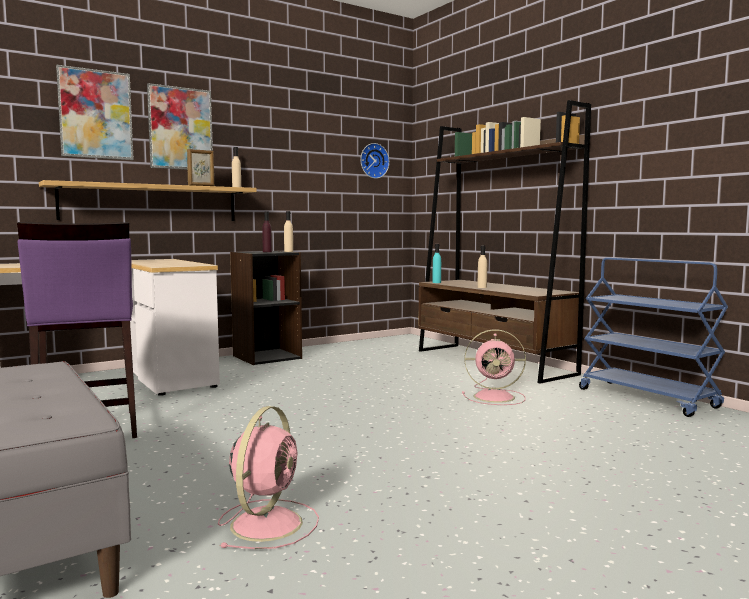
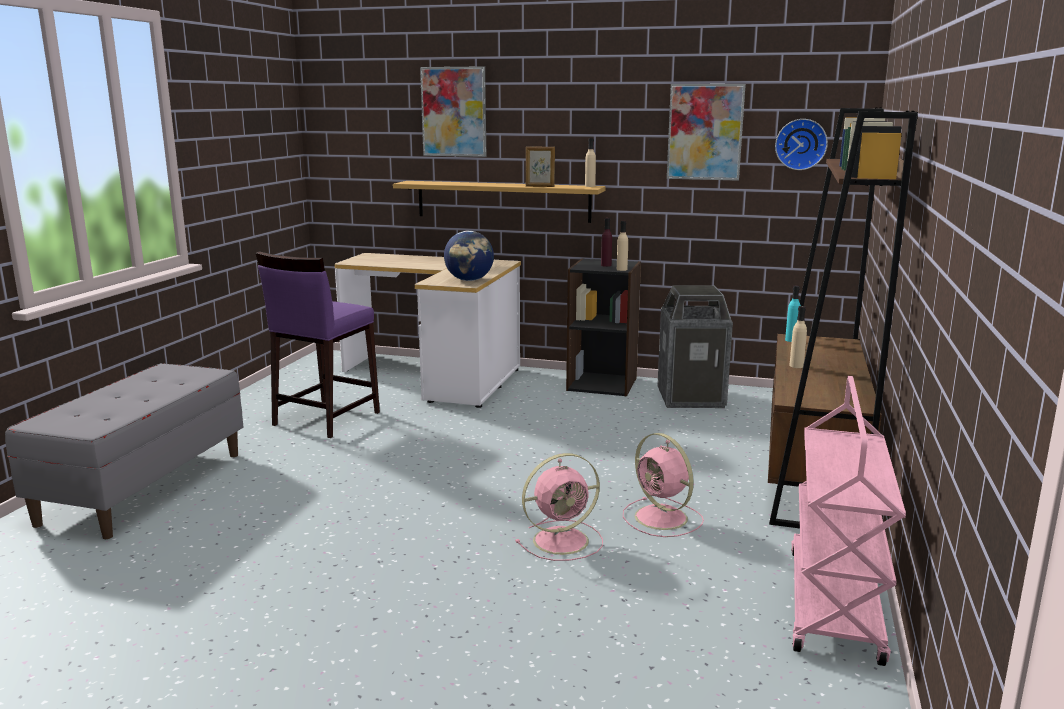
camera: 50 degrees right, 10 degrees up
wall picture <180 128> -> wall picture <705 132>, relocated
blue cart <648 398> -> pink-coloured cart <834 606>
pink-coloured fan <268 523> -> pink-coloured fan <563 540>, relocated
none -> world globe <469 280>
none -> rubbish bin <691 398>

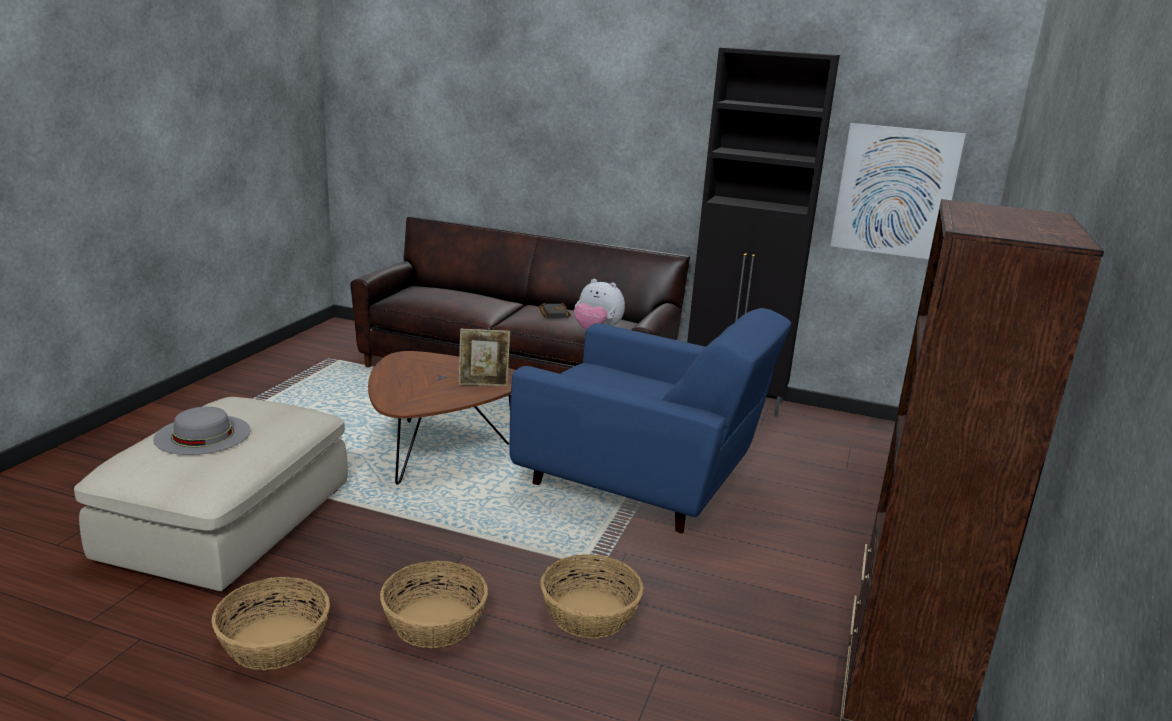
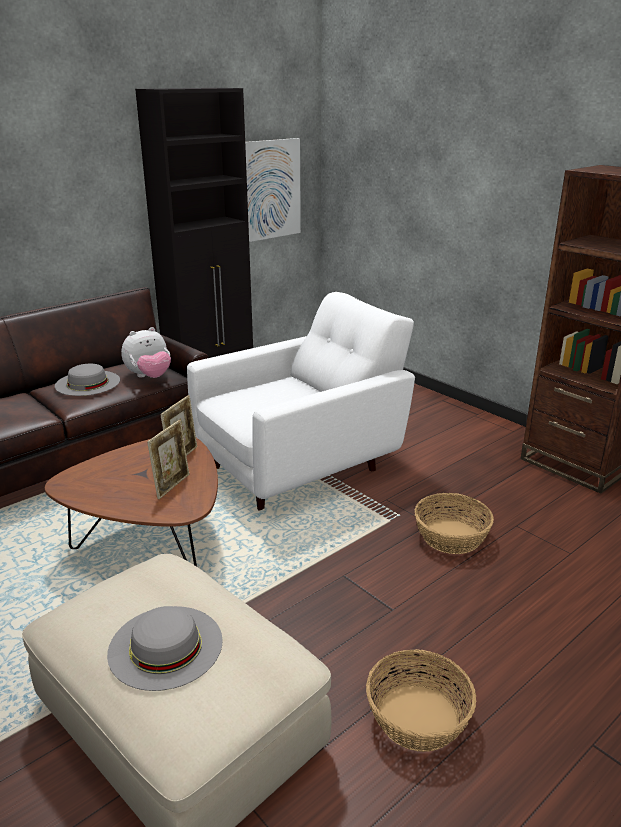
camera: 60 degrees left, 5 degrees up
blackish bound book <553 314> -> grey hat <87 383>
blue easy chair <641 487> -> white-coloured easy chair <302 465>
household basket <434 623> -> none
none -> photo frame <172 485>

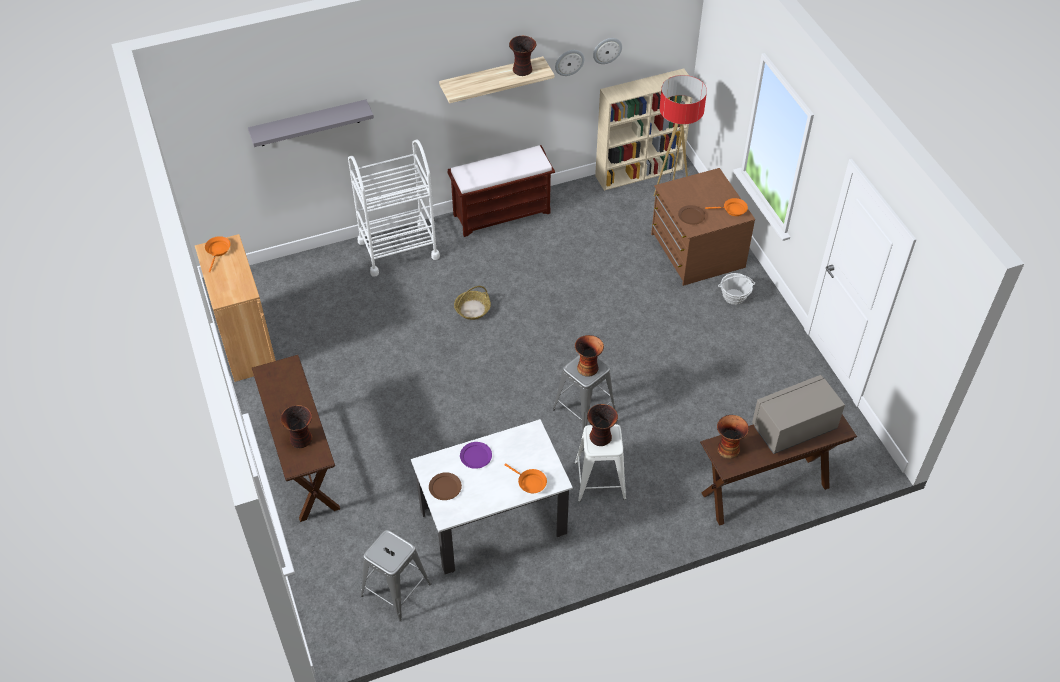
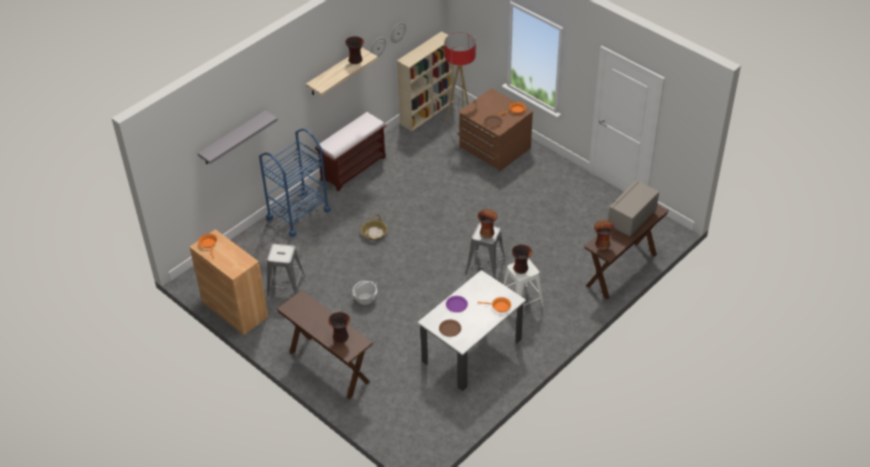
camera: 25 degrees left, 5 degrees down
white-coloured cart <398 249> -> blue cart <298 214>
household basket <734 297> -> household basket <365 299>, relocated
grey stool seat <396 590> -> grey stool seat <286 286>, relocated

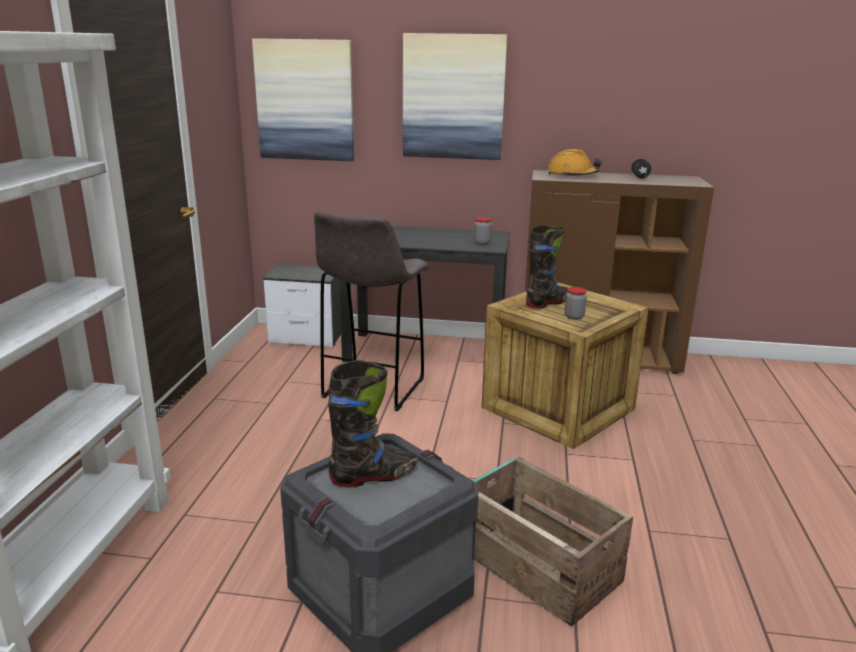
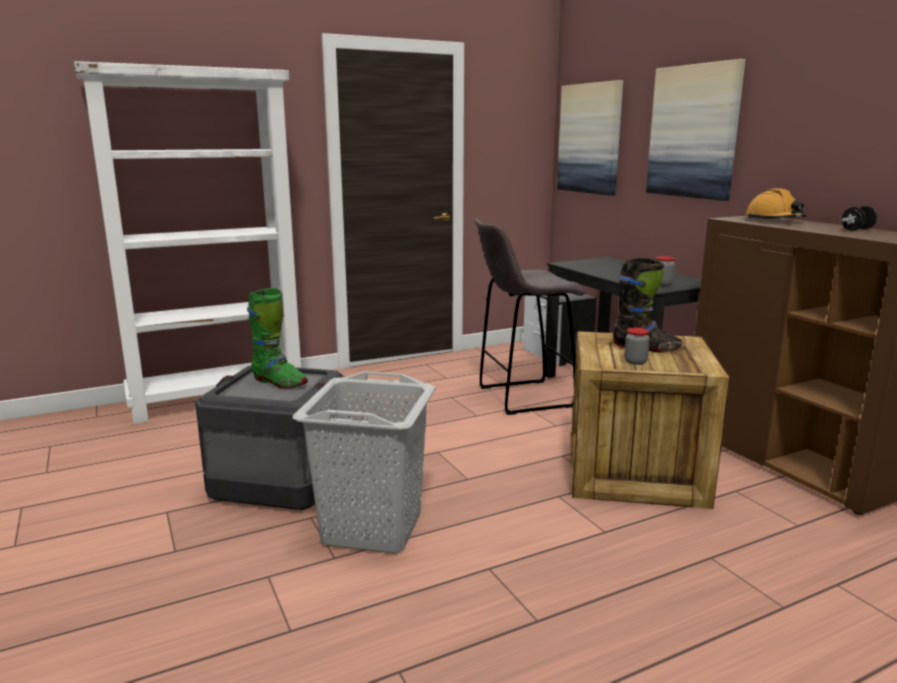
camera: 55 degrees right, 5 degrees down
blackish high-top boot <374 476> -> green-coloured high-top boot <279 382>
crate <537 564> -> grey laundry basket <373 527>

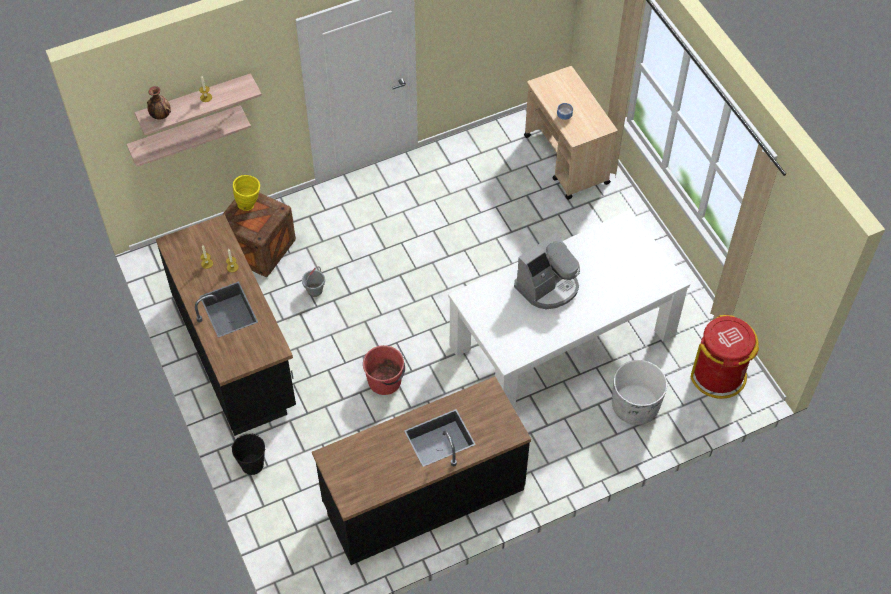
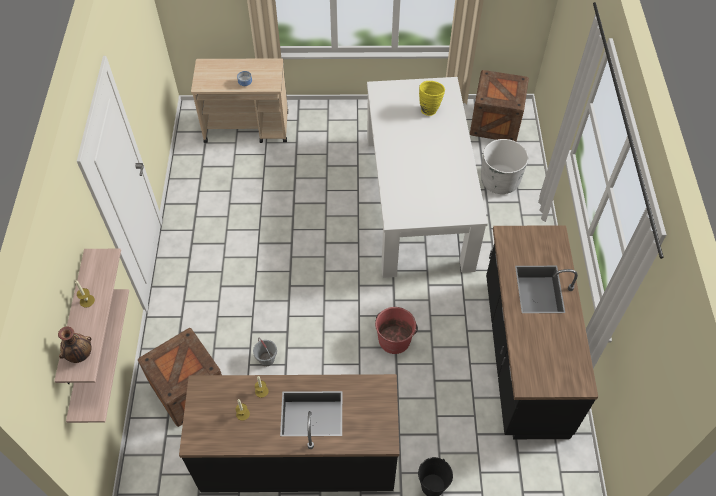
camera: 65 degrees left, 0 degrees up
yellow-coloured vase <250 204> -> yellow-coloured vase <429 109>, relocated
coffee brewer <548 287> -> none
red-coloured rubbish bin <718 375> -> crate <495 122>

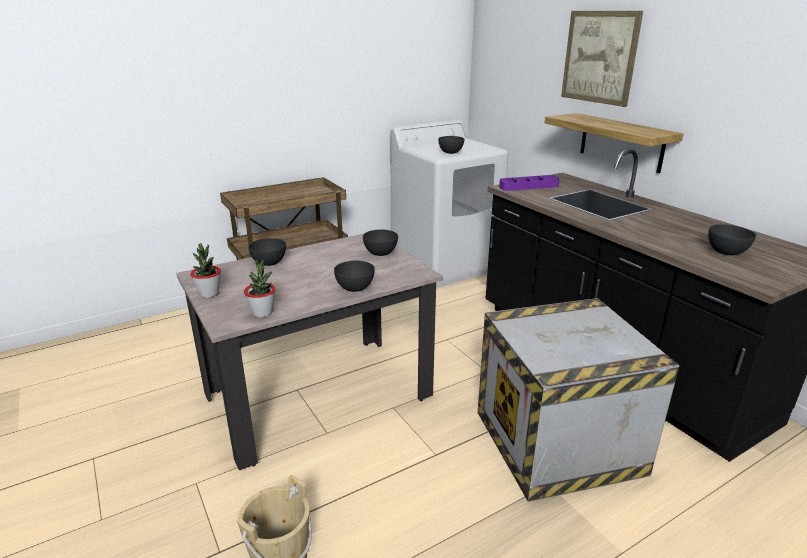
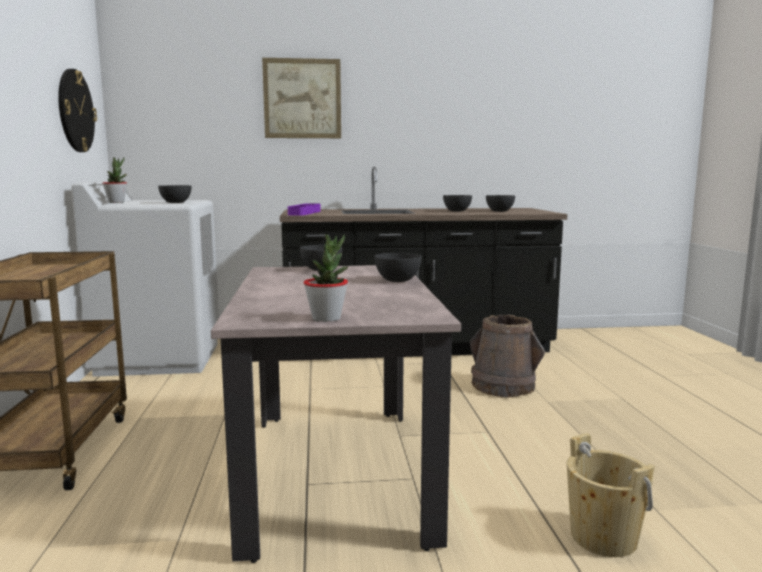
camera: 65 degrees left, 15 degrees down
shelf <621 142> -> none
grey serving bowl <268 263> -> grey serving bowl <457 211>, relocated
houseplant <262 313> -> houseplant <116 202>, relocated
crate <558 443> -> brown bucket <503 386>
none -> wall clock <75 111>

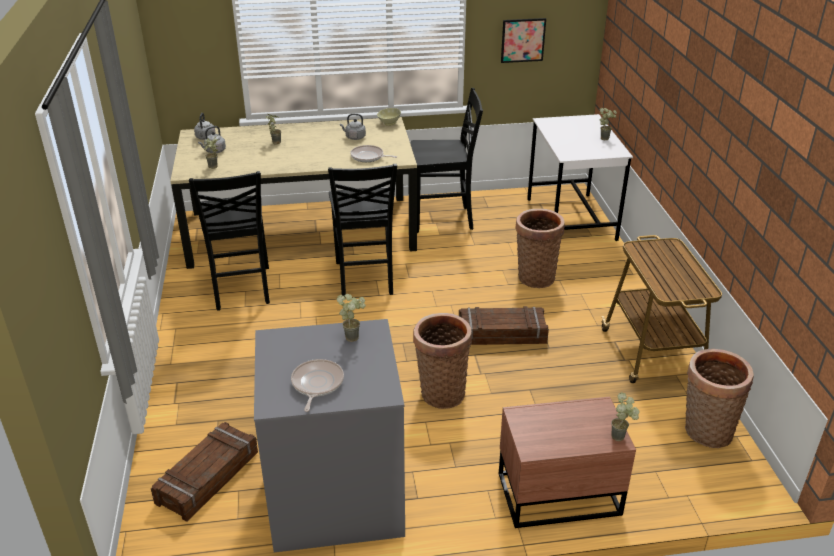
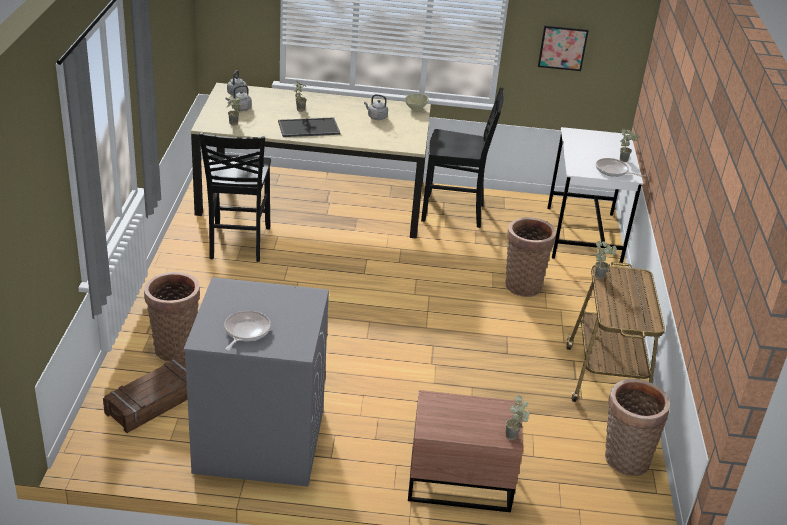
camera: 10 degrees right, 0 degrees up
skillet <368 157> -> skillet <613 171>, relocated
blackish chair <365 279> -> none
houseplant <354 336> -> houseplant <601 275>, relocated
crate <502 334> -> none
household basket <441 391> -> household basket <175 346>, relocated
none -> tray <308 128>

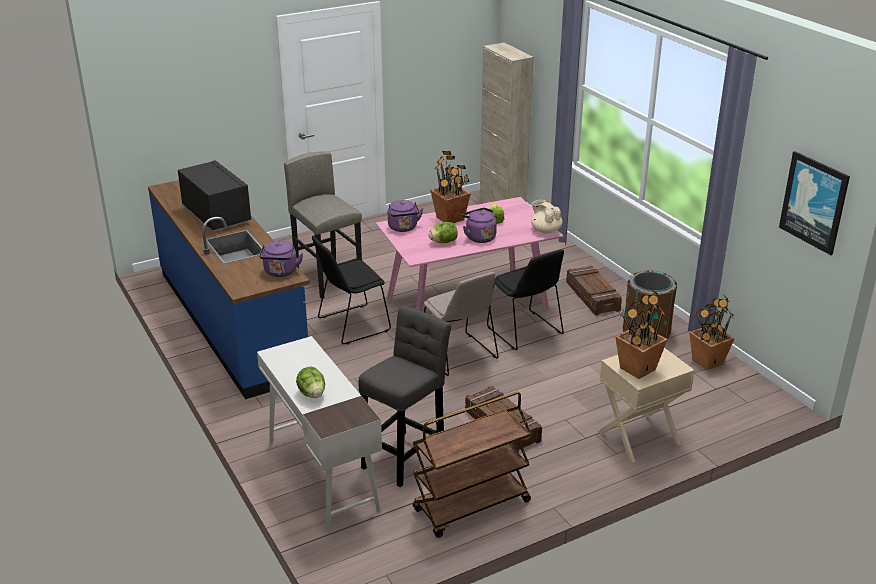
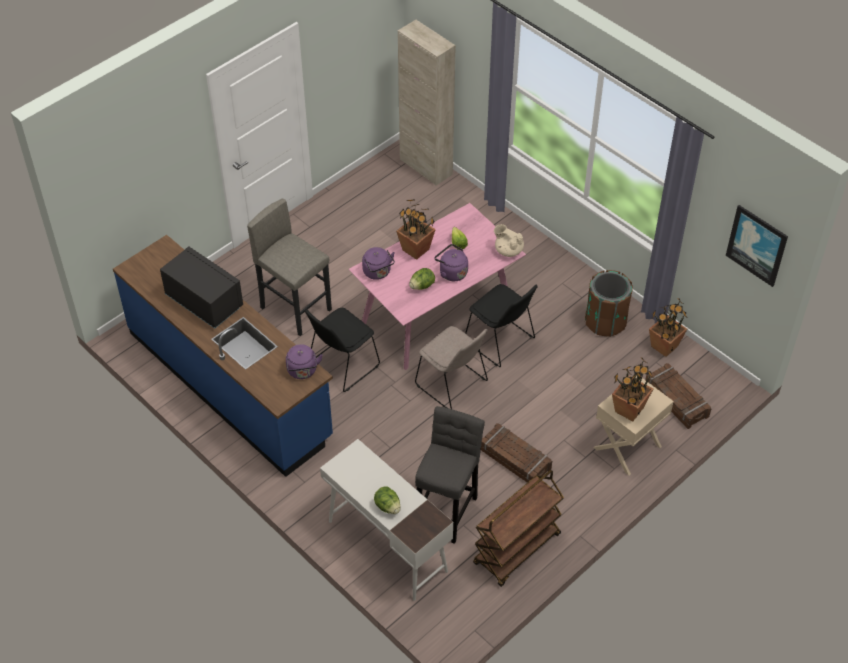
camera: 15 degrees left, 20 degrees up
crate <593 296> -> crate <676 400>, relocated

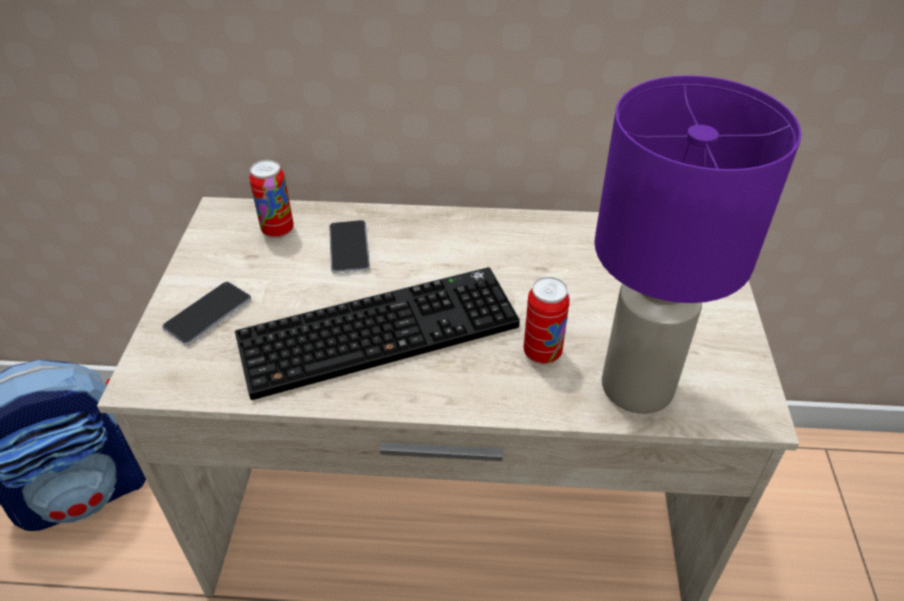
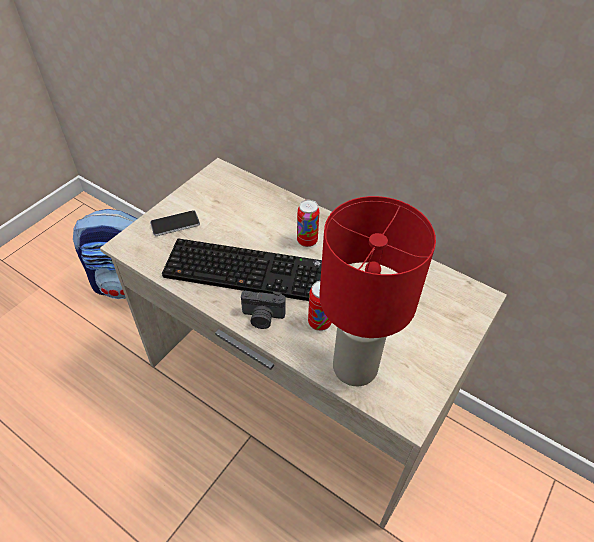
camera: 30 degrees right, 5 degrees up
purplish table lamp <635 385> -> red-coloured table lamp <354 366>
sealed can <278 230> -> sealed can <307 241>, relocated
telephone <349 248> -> none
none -> photo camera <262 318>

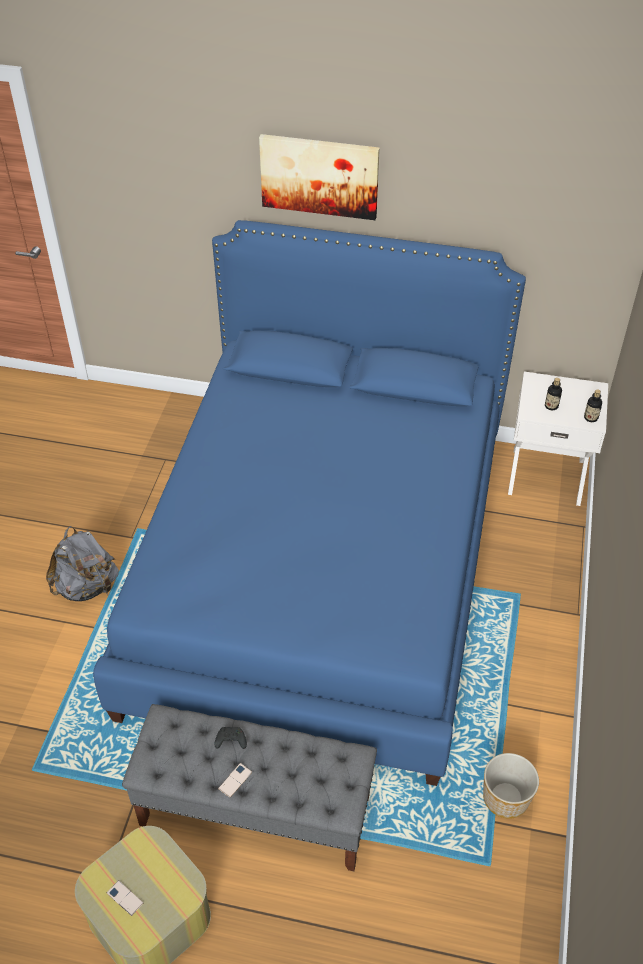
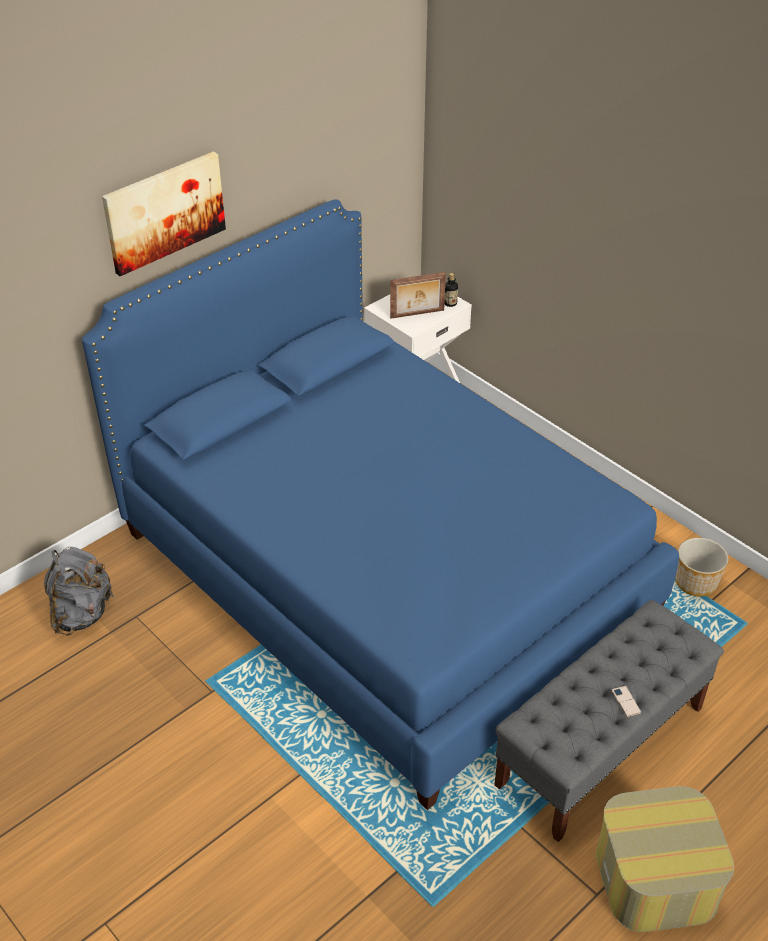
camera: 55 degrees left, 5 degrees down
beverage bottle <551 406> -> photo frame <417 314>
grey rucksack <87 587> -> grey rucksack <81 613>, relocated
blackish joypad <230 741> -> none
telephone <125 898> -> none

